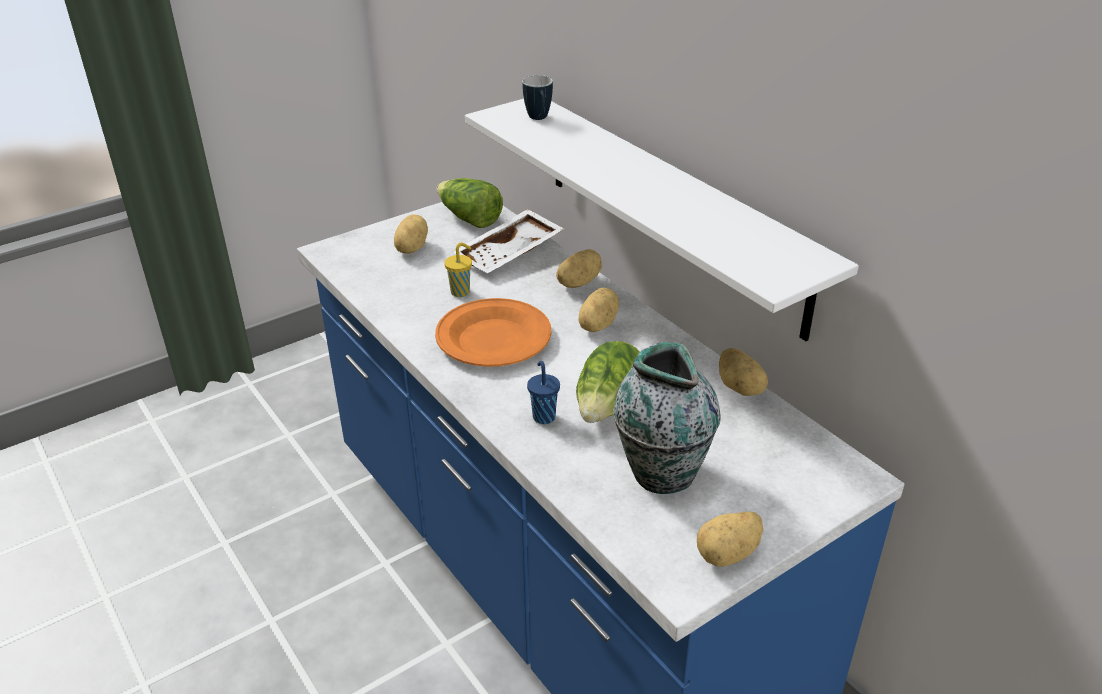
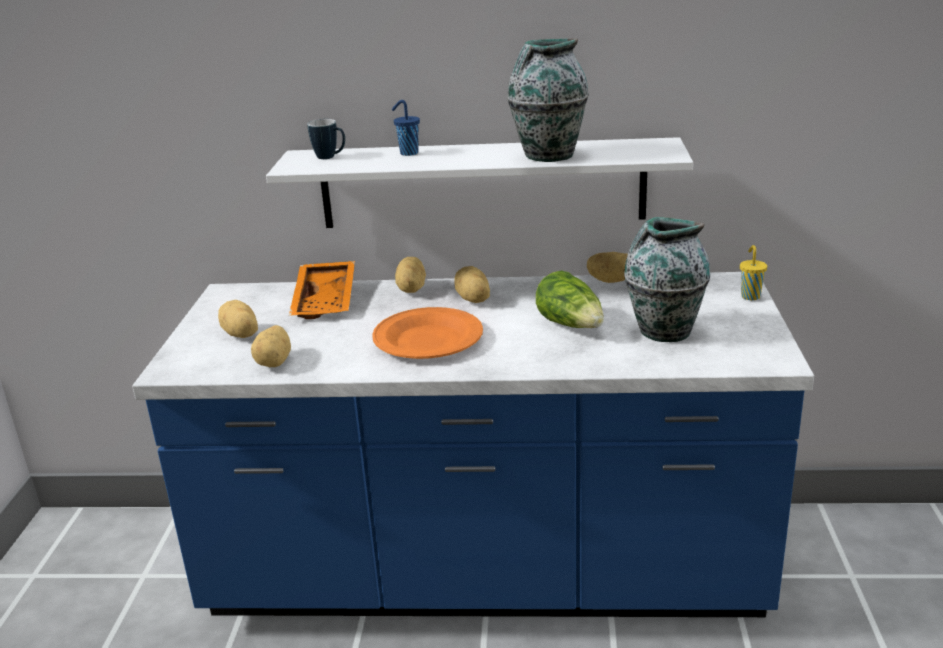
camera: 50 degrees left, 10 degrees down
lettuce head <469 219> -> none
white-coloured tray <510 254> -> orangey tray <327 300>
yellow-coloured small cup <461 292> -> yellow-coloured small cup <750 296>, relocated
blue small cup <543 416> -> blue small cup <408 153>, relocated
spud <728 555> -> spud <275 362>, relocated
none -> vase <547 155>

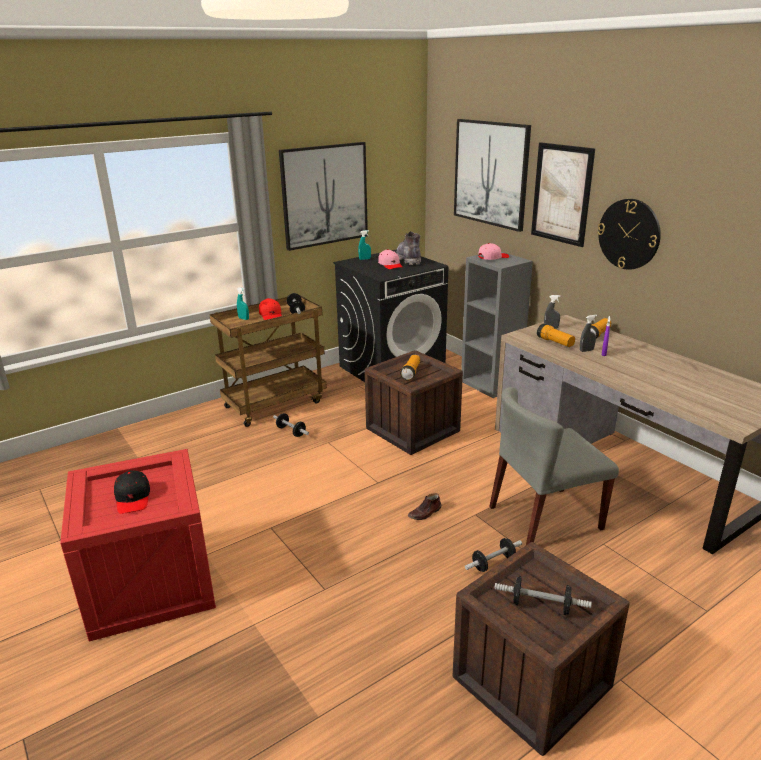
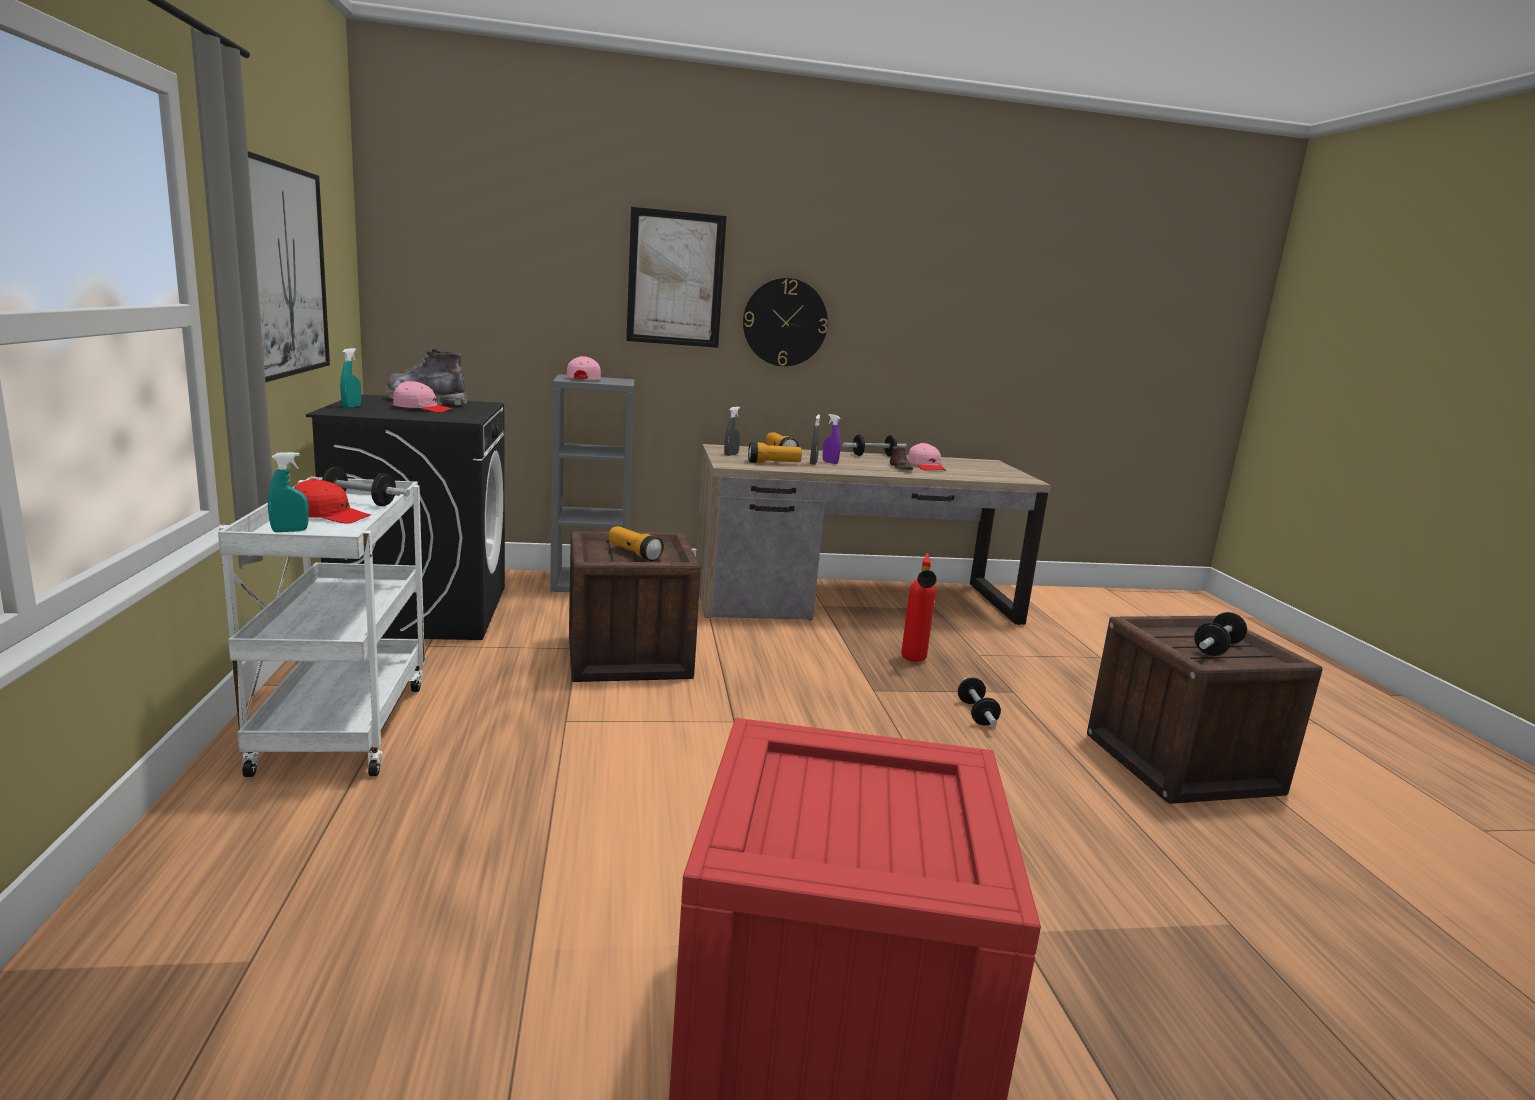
camera: 65 degrees left, 10 degrees down
wall picture <491 173> -> none
brown cart <275 403> -> white-coloured cart <341 725>
grey chair <544 518> -> fire extinguisher <913 661>
hand weight <291 431> -> hand weight <873 456>, relocated
blackish peaked cap <133 498> -> none
brown shoe <425 513> -> brown shoe <901 468>, relocated
none -> pink-coloured peaked cap <926 466>

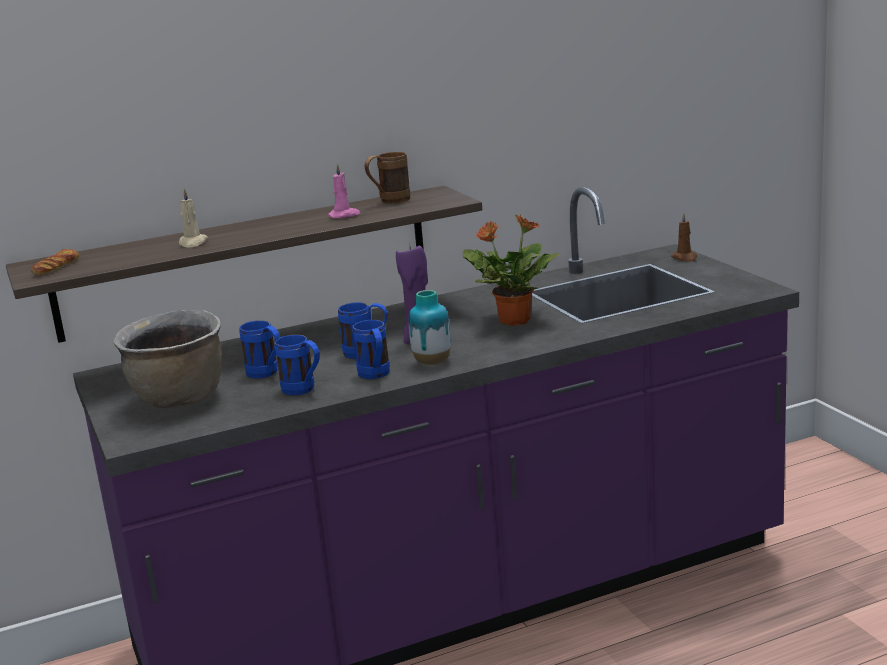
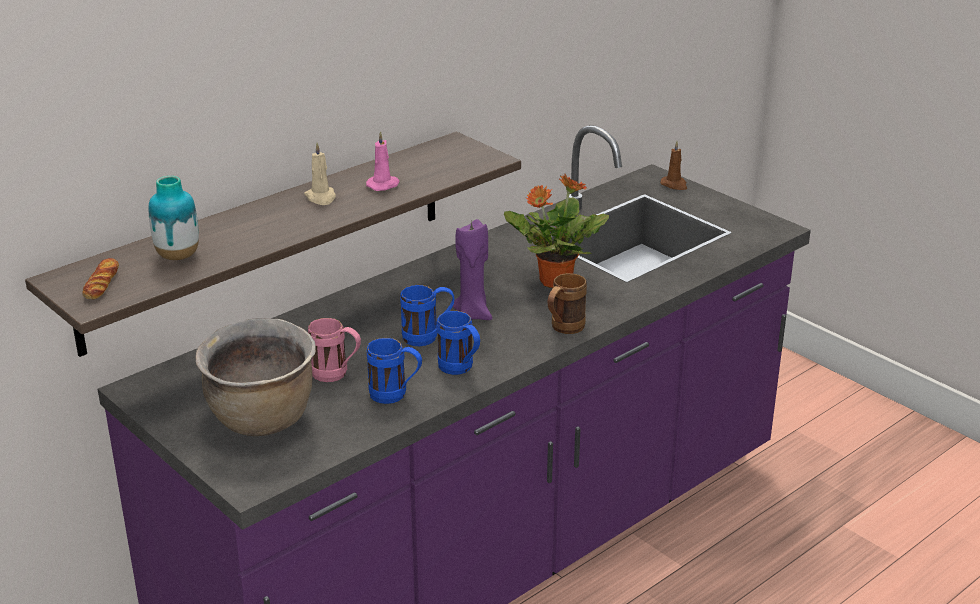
camera: 20 degrees left, 10 degrees up
brown coffee mug <389 201> -> brown coffee mug <563 329>, relocated
sand-coloured candle <192 243> -> sand-coloured candle <321 198>, relocated
vase <432 362> -> vase <178 256>, relocated
blue coffee mug <267 374> -> pink-coloured coffee mug <337 375>

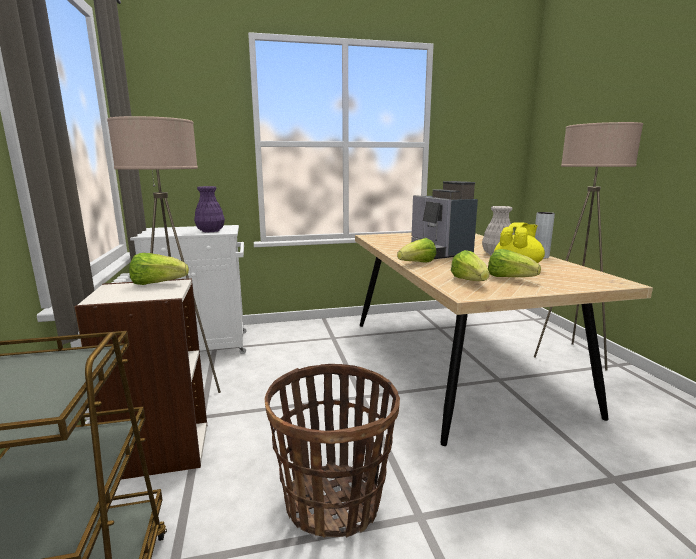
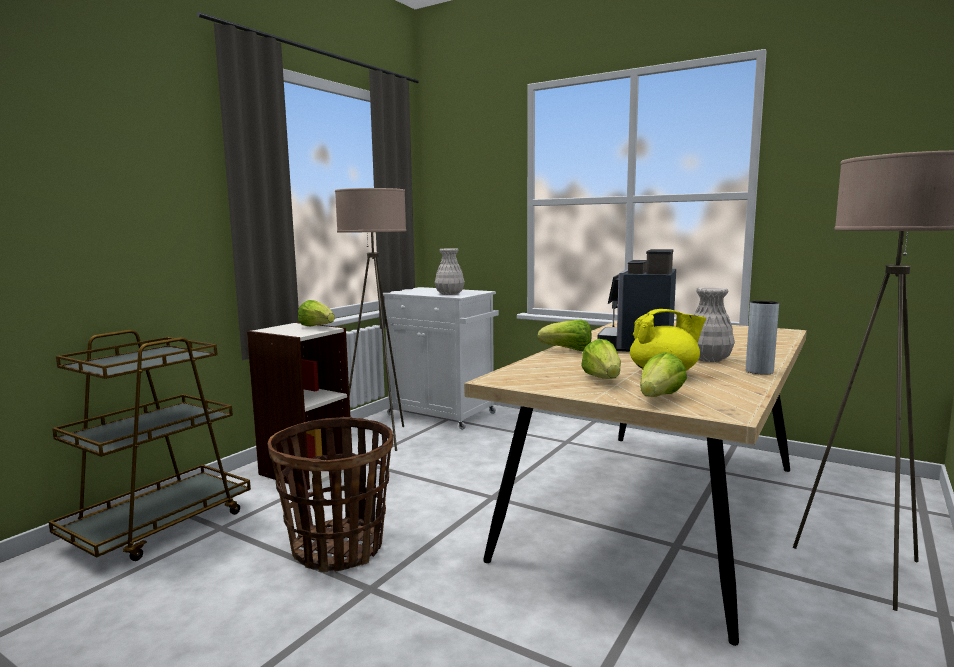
camera: 45 degrees right, 5 degrees down
purplish vase <210 231> -> white-coloured vase <449 294>
lettuce head <469 281> -> lettuce head <659 398>, relocated

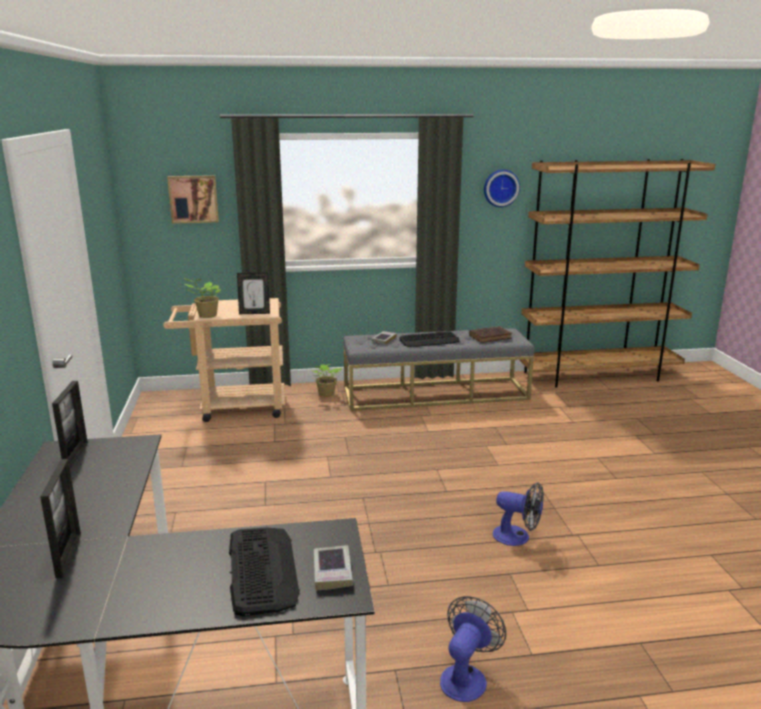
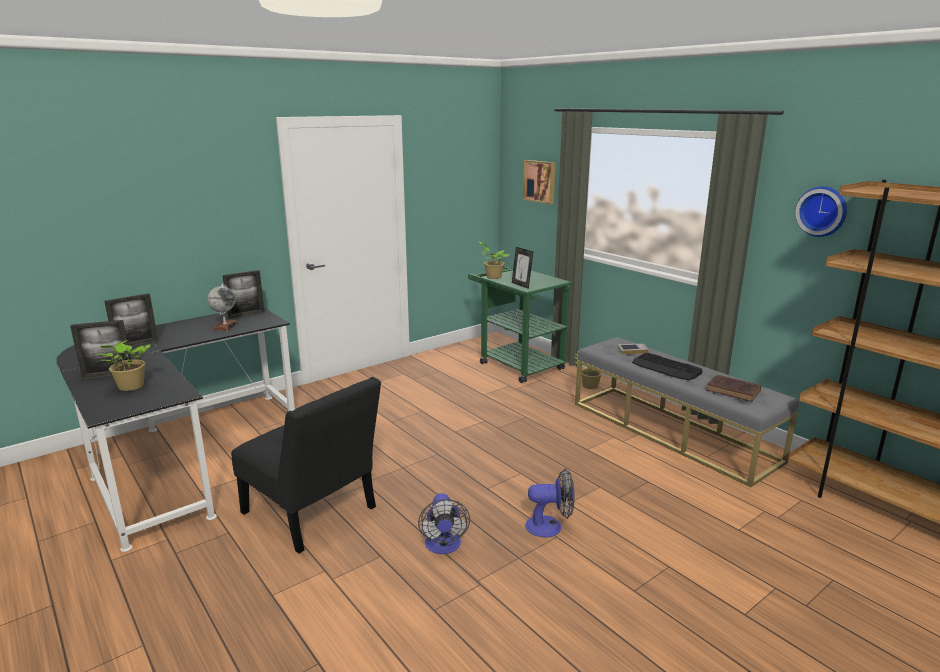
camera: 60 degrees right, 0 degrees up
sand-coloured cart <234 407> -> green-coloured cart <516 364>
PC keyboard <262 569> -> houseplant <130 387>
bound book <332 571> -> none
fan <466 676> -> fan <550 526>, relocated
none -> world globe <225 326>
none -> photo frame <108 376>
none -> blackish chair <313 514>

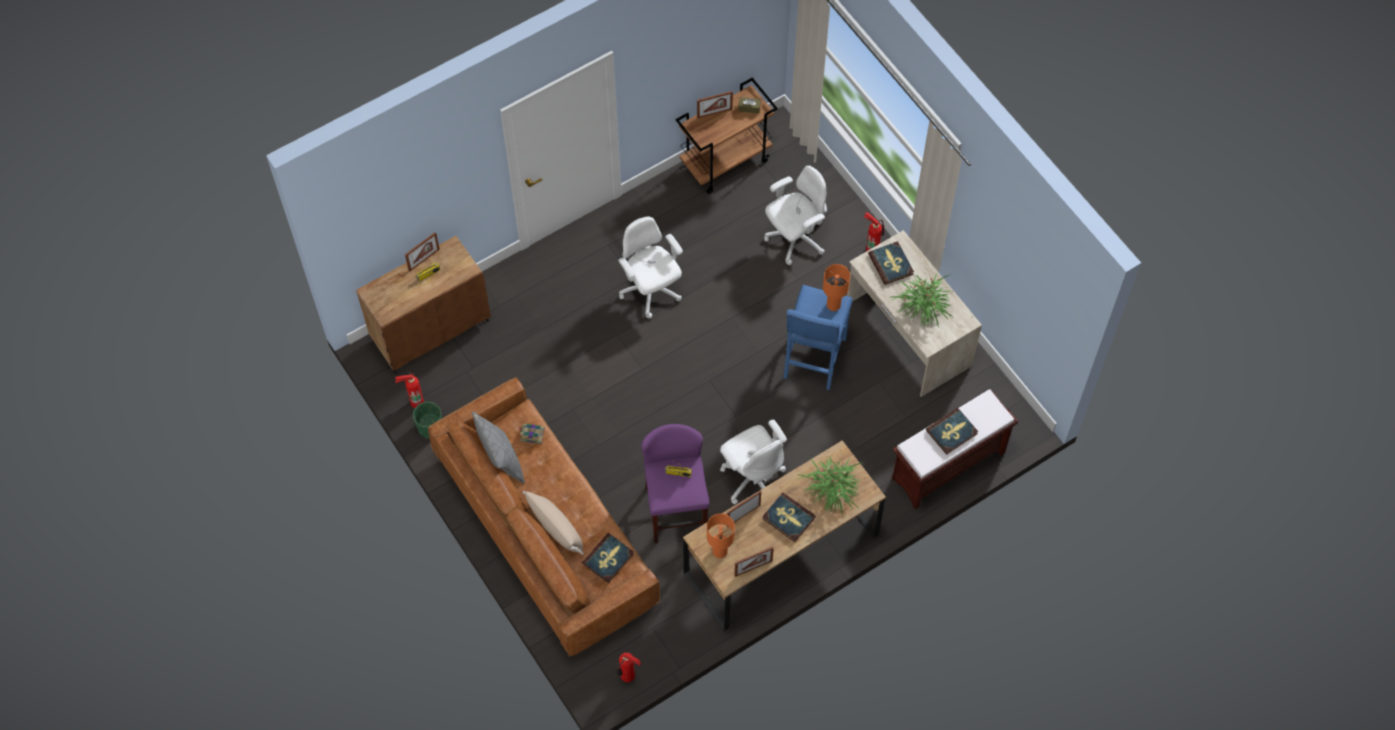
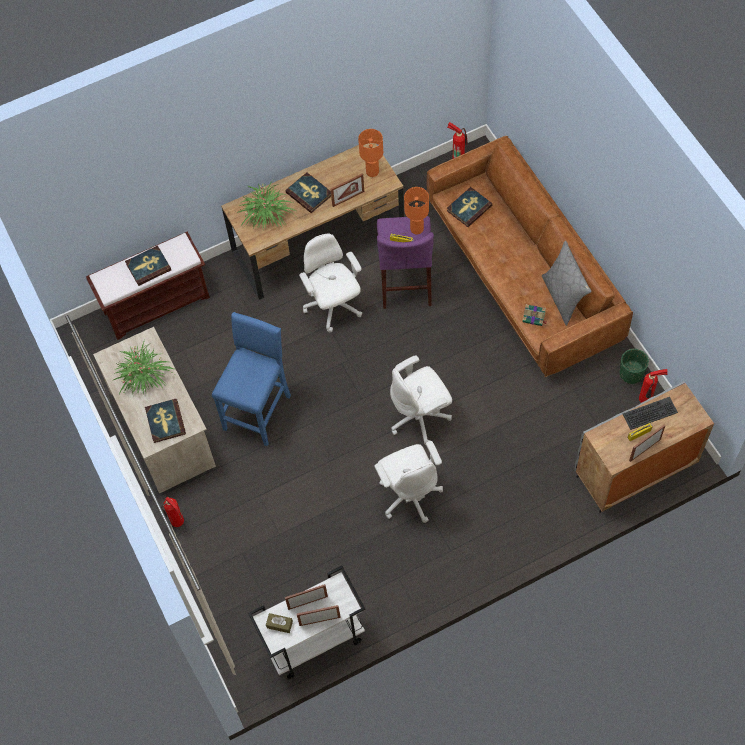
camera: 170 degrees left, 0 degrees up
brown cart <726 161> -> white-coloured cart <313 641>
white-coloured desk chair <795 239> -> white-coloured desk chair <420 417>, relocated
brown cabinet <431 330> -> grey cabinet <634 470>
orangey table lamp <833 305> -> orangey table lamp <417 228>, relocated
sand-coloured cushion <555 527> -> none
photo frame <753 568> -> photo frame <307 602>, relocated
none -> PC keyboard <650 414>

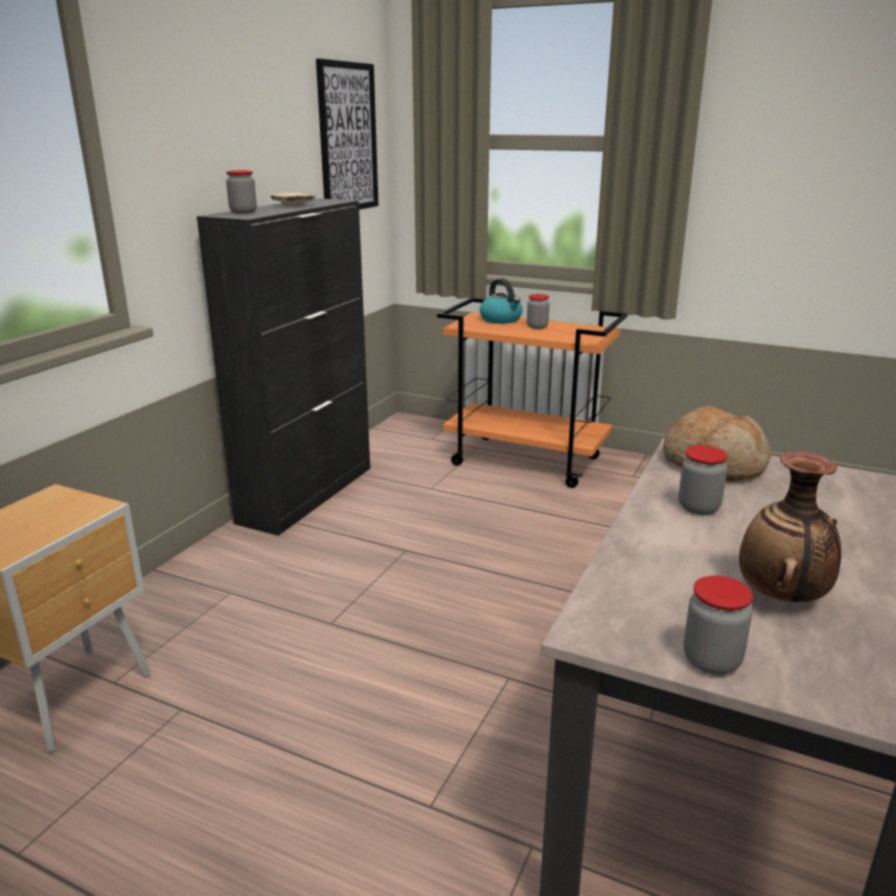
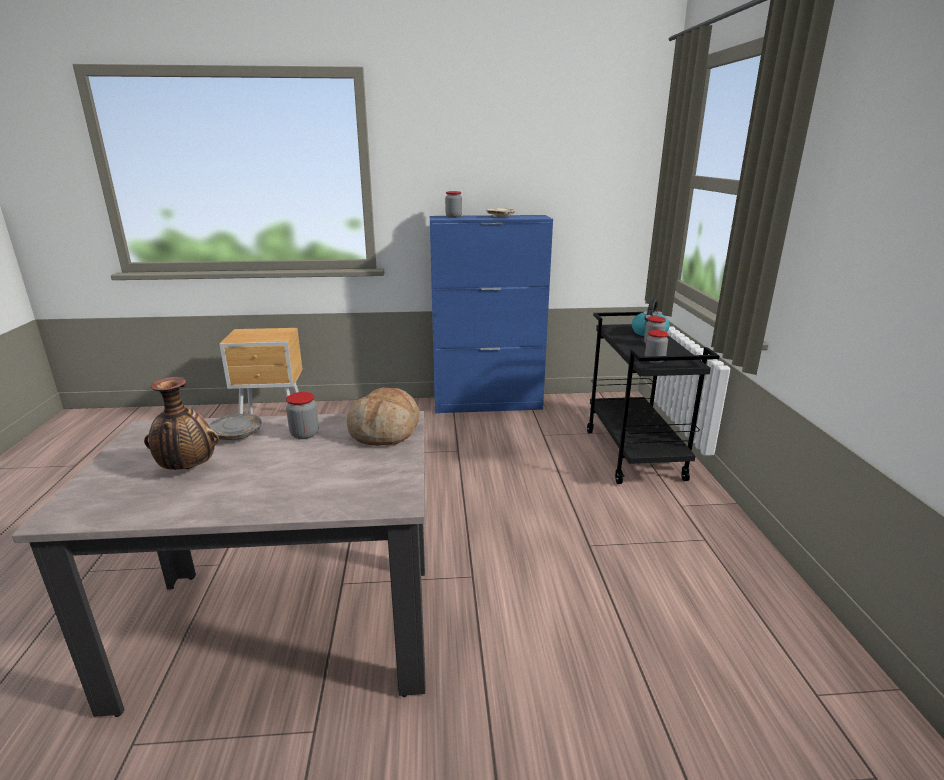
camera: 60 degrees right, 0 degrees up
wall picture <348 138> -> none
blackish cabinet <307 494> -> blue cabinet <488 404>
orangey cart <527 461> -> blackish cart <635 455>
preserve jar <711 660> -> preserve jar <654 360>, relocated
none -> grey plate <236 434>

